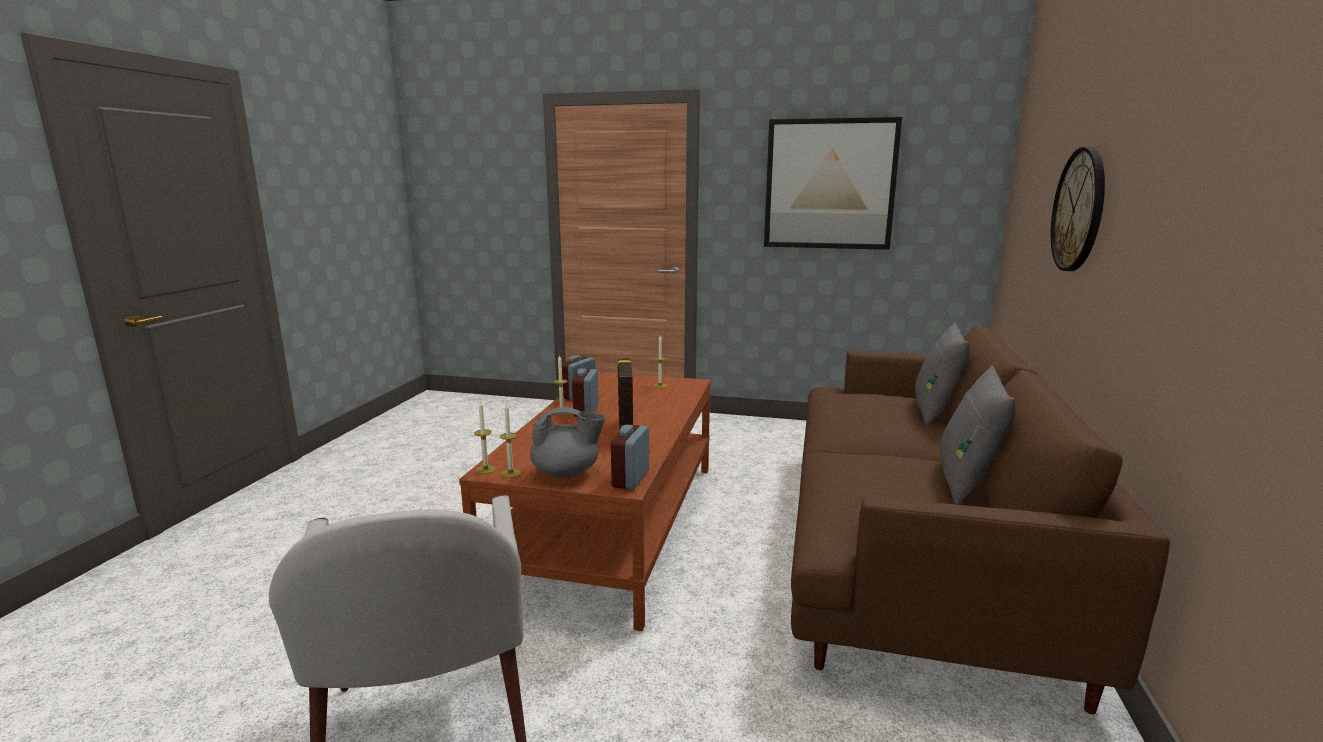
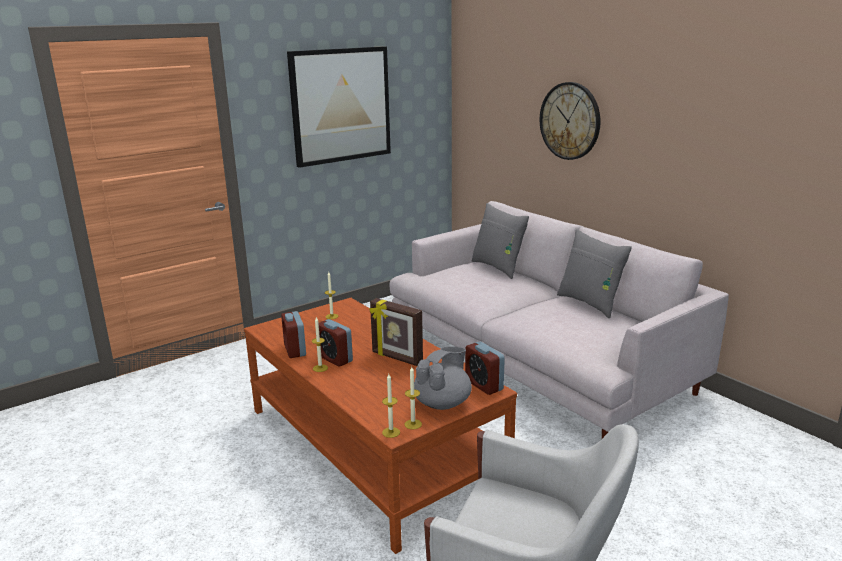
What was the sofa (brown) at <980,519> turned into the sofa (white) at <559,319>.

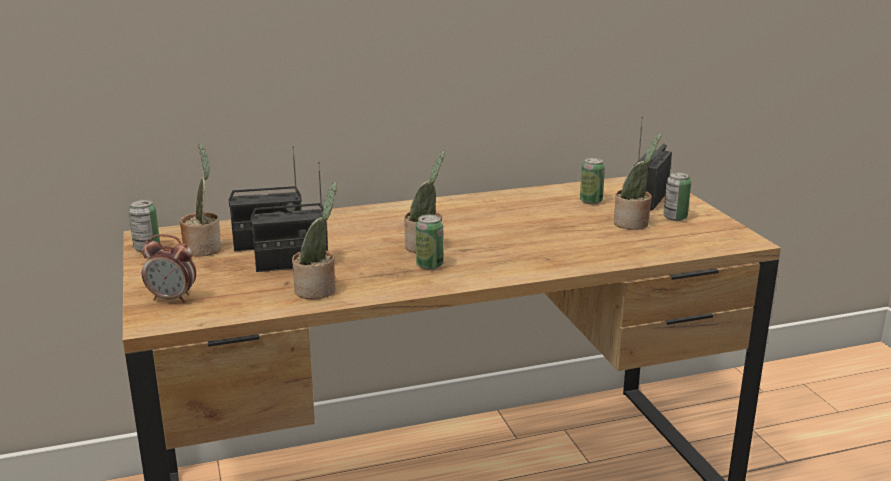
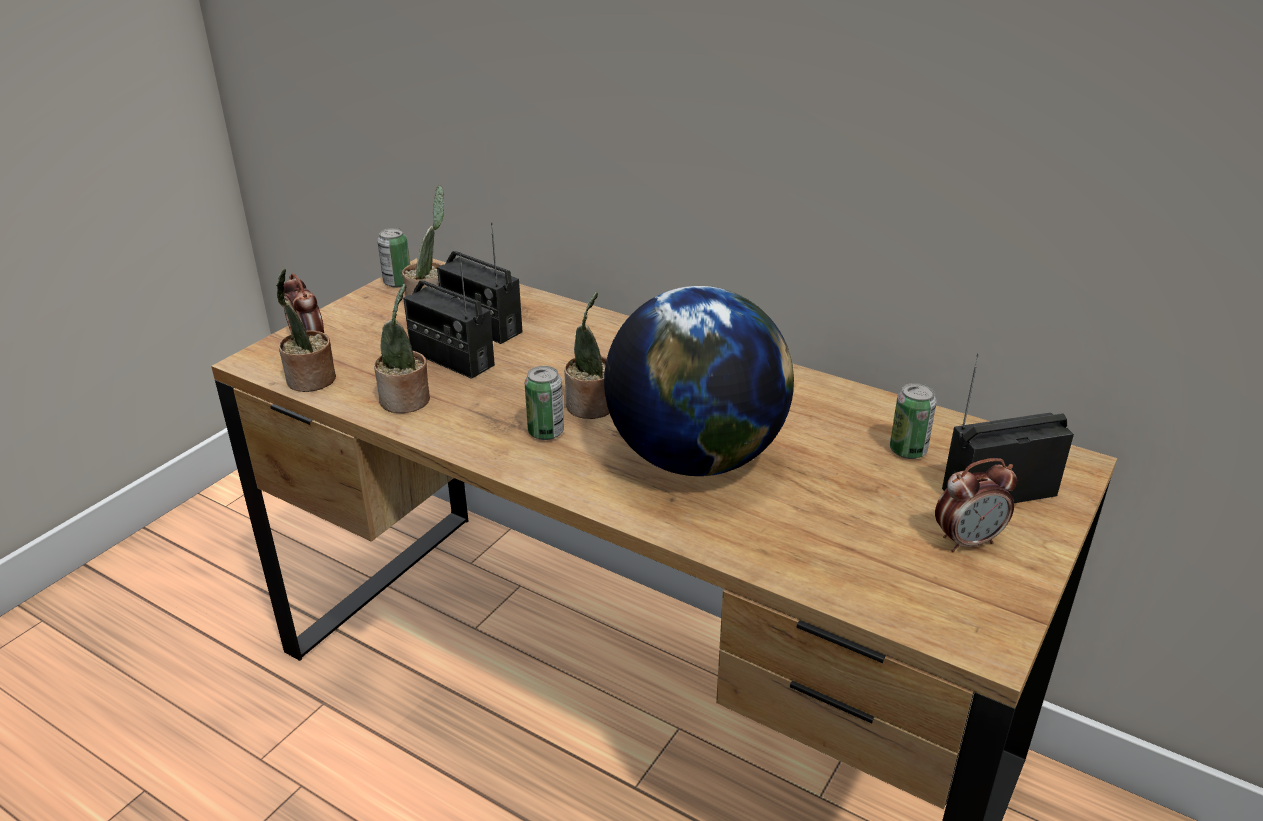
The potted plant ended up elsewhere, having gone from <637,181> to <306,330>. Where the can stood at <677,196>, the alarm clock came to stand at <976,505>. The second view gained the globe at <699,381>.

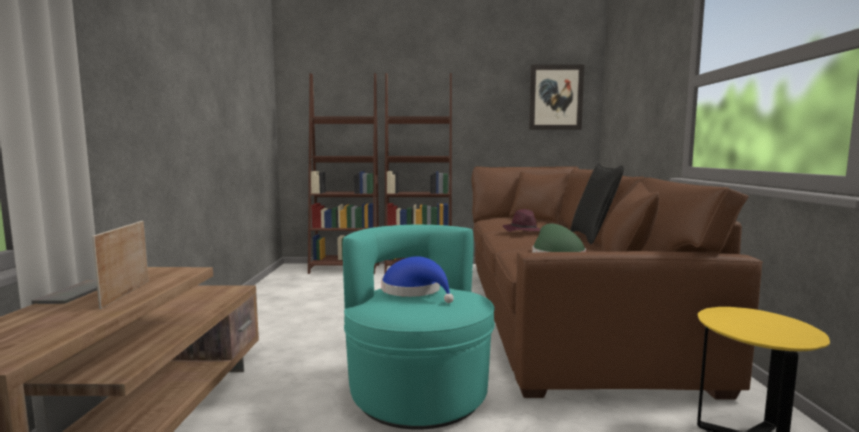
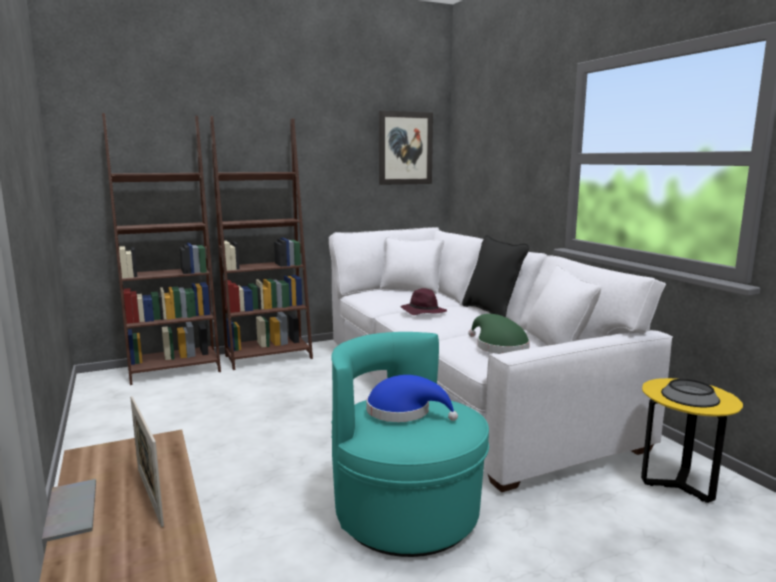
What was the sofa (brown) at <617,283> turned into the sofa (white) at <501,359>. The second view gained the bowl at <690,393>.

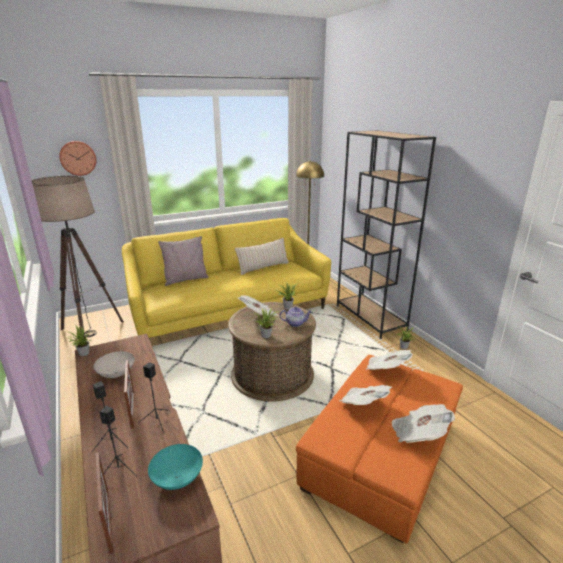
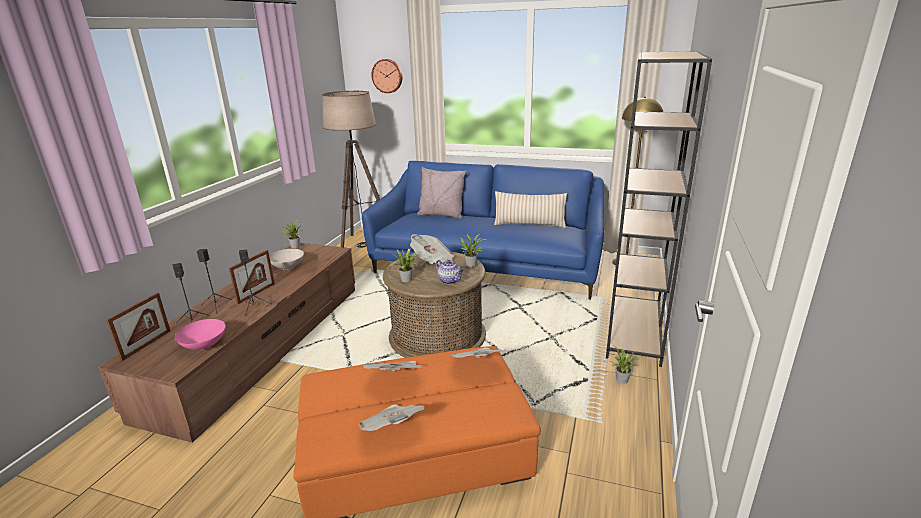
What was the sofa (yellow) at <226,278> turned into the sofa (blue) at <483,230>. What was the bowl (turquoise) at <175,467> turned into the bowl (pink) at <200,334>.

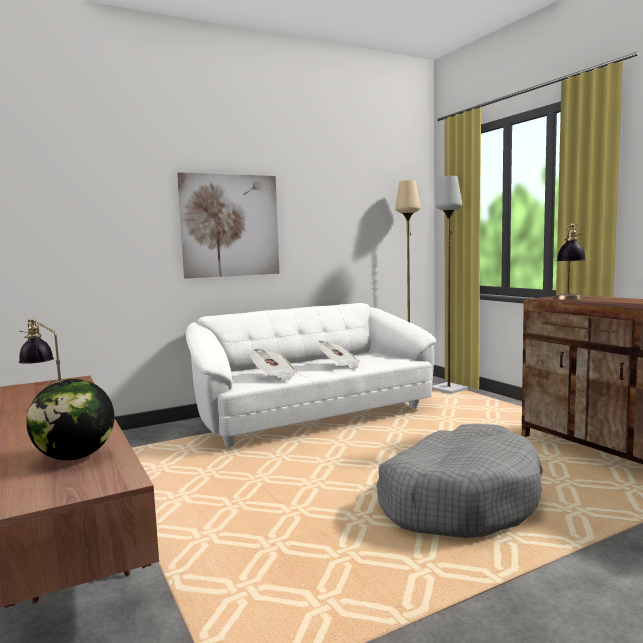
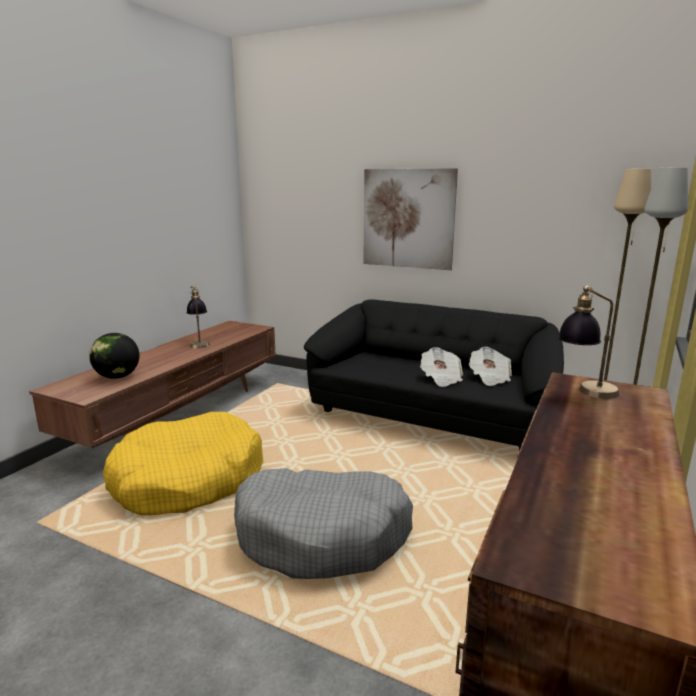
What was the sofa (white) at <311,375> turned into the sofa (black) at <434,374>. The newspaper ended up elsewhere, having gone from <273,364> to <490,366>. The second view gained the dog bed (yellow) at <183,463>.

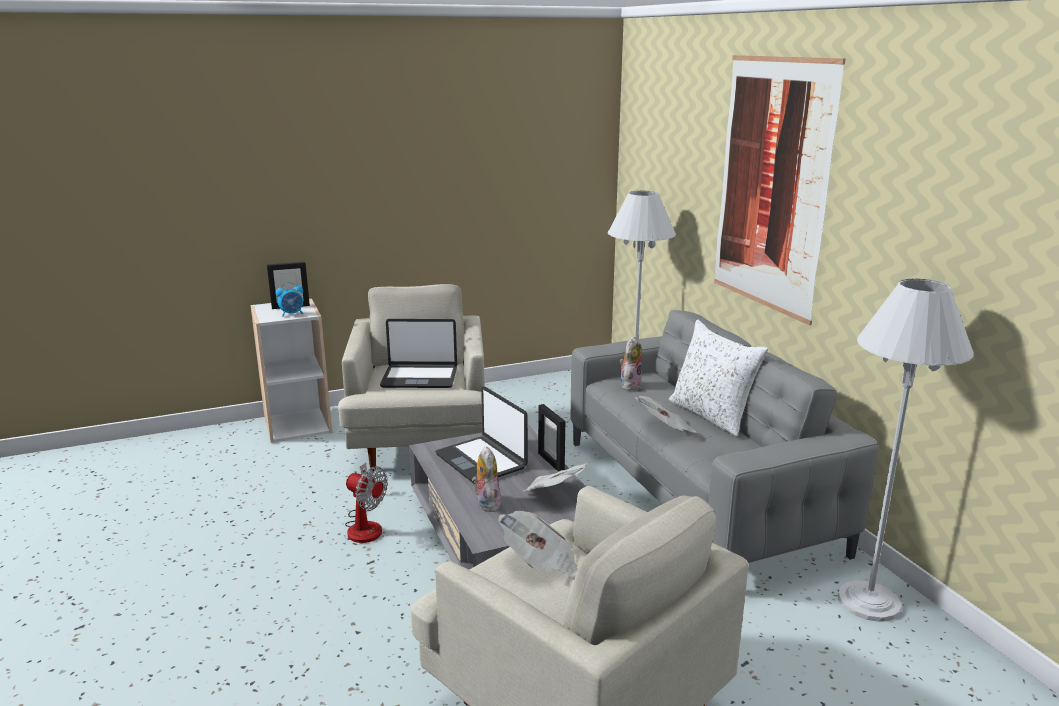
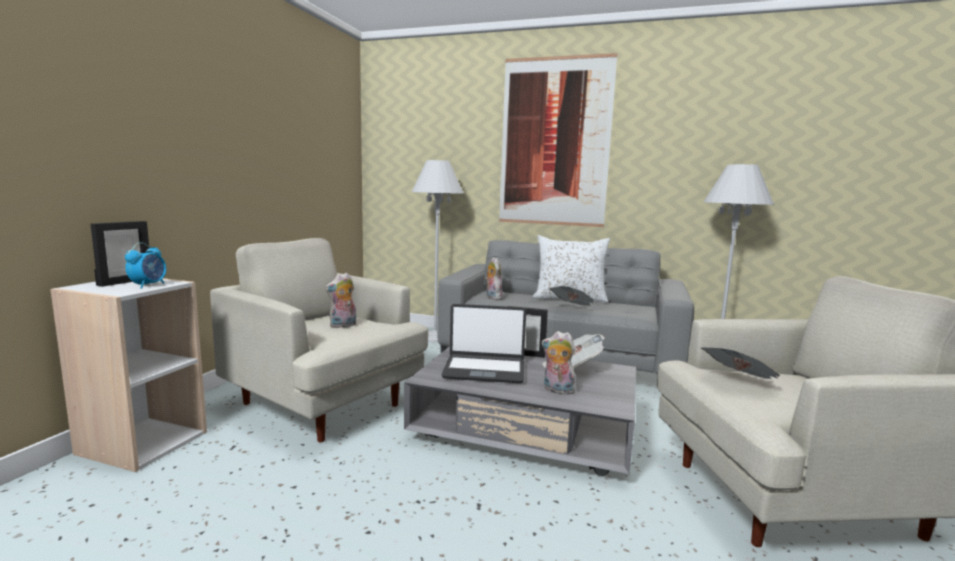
Where the laptop stood at <418,353>, the plush toy came to stand at <340,300>. The second view lost the fan at <366,503>.

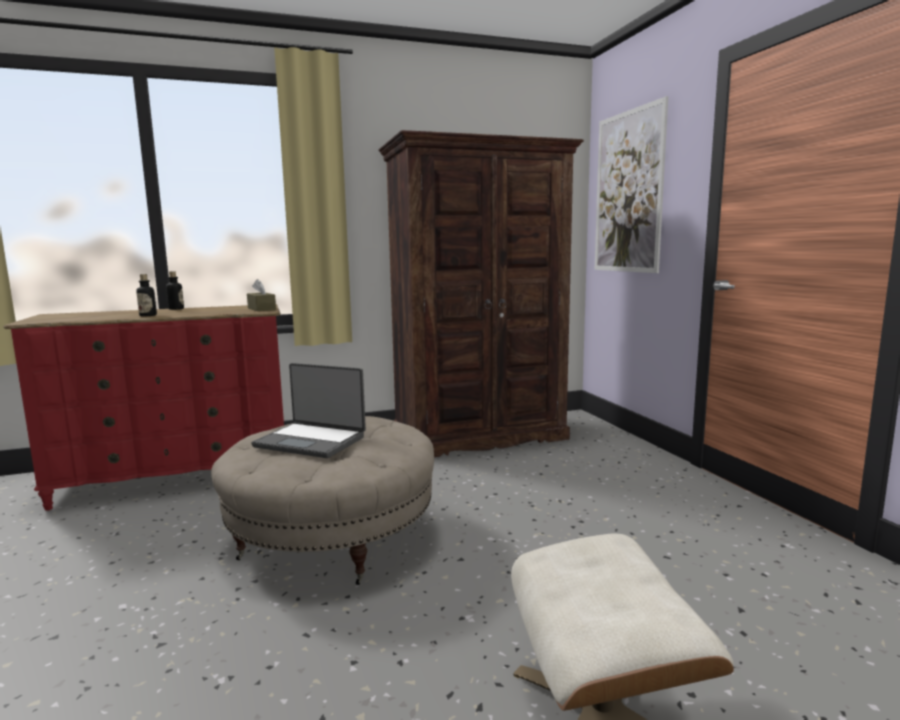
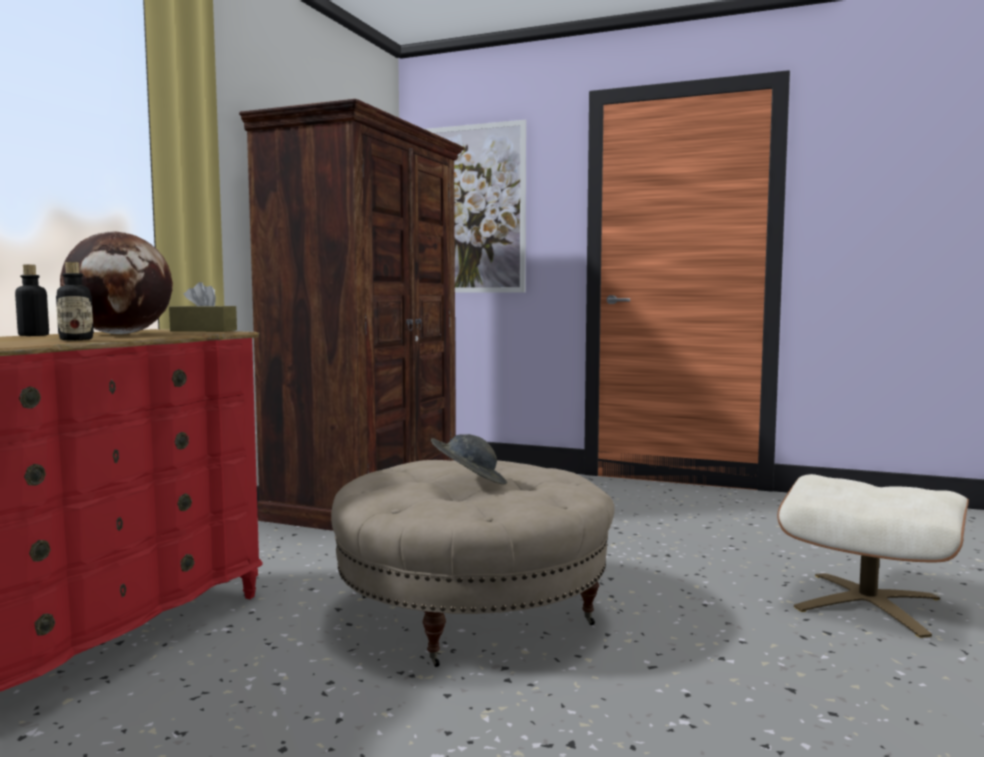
Where the laptop stood at <309,410>, the hat (grey) came to stand at <469,459>. The second view gained the globe at <116,283>.

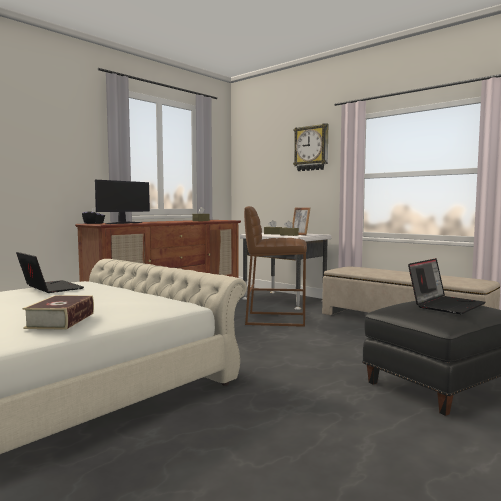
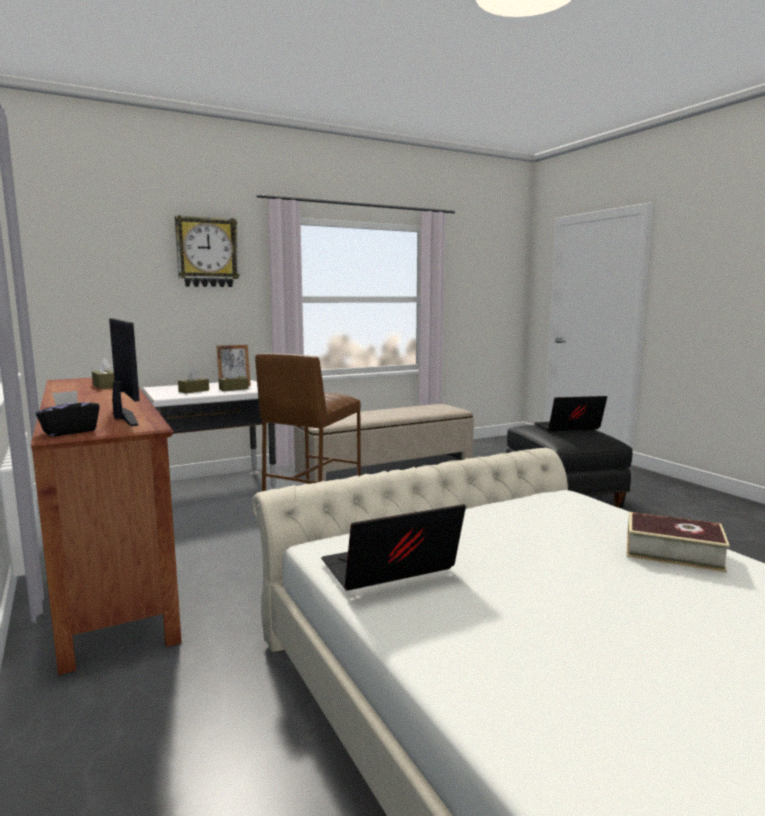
The laptop at <447,286> ended up facing another way, 75 degrees counterclockwise from before.

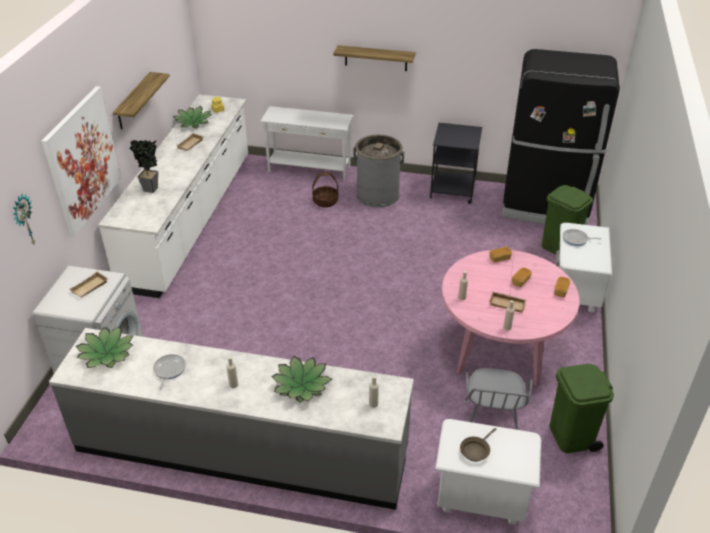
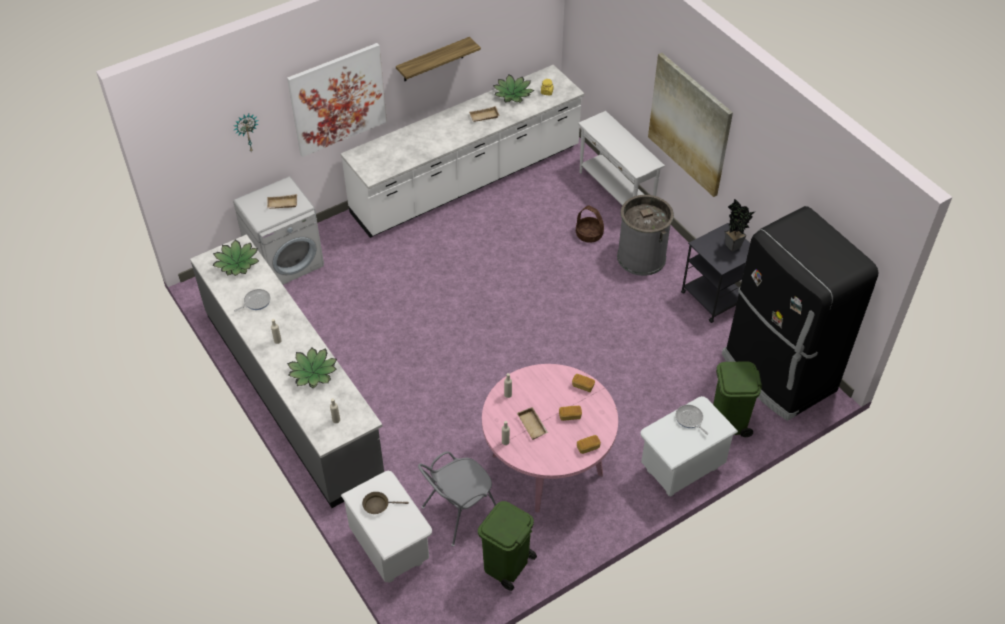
Where the shelf hung at <374,58>, the picture came to hang at <690,125>. The potted plant ended up elsewhere, having gone from <144,166> to <740,225>.

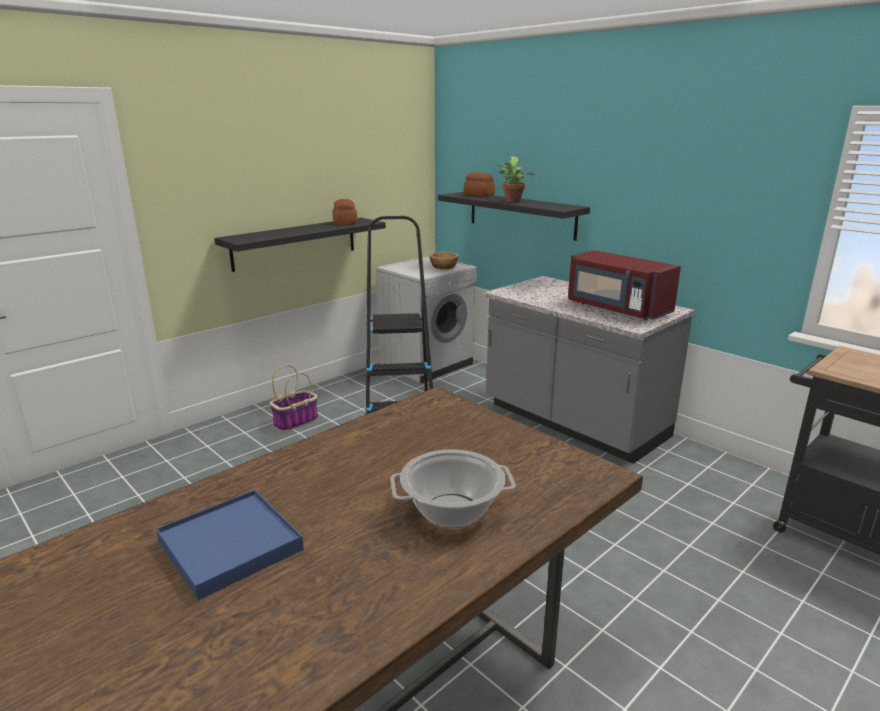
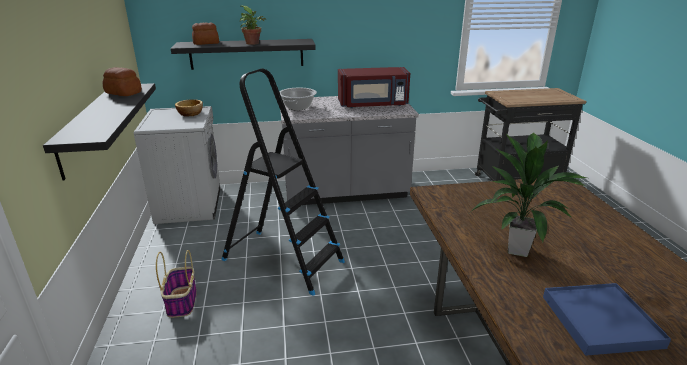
The cooking pot ended up elsewhere, having gone from <453,488> to <298,99>. The second view gained the potted plant at <526,195>.

